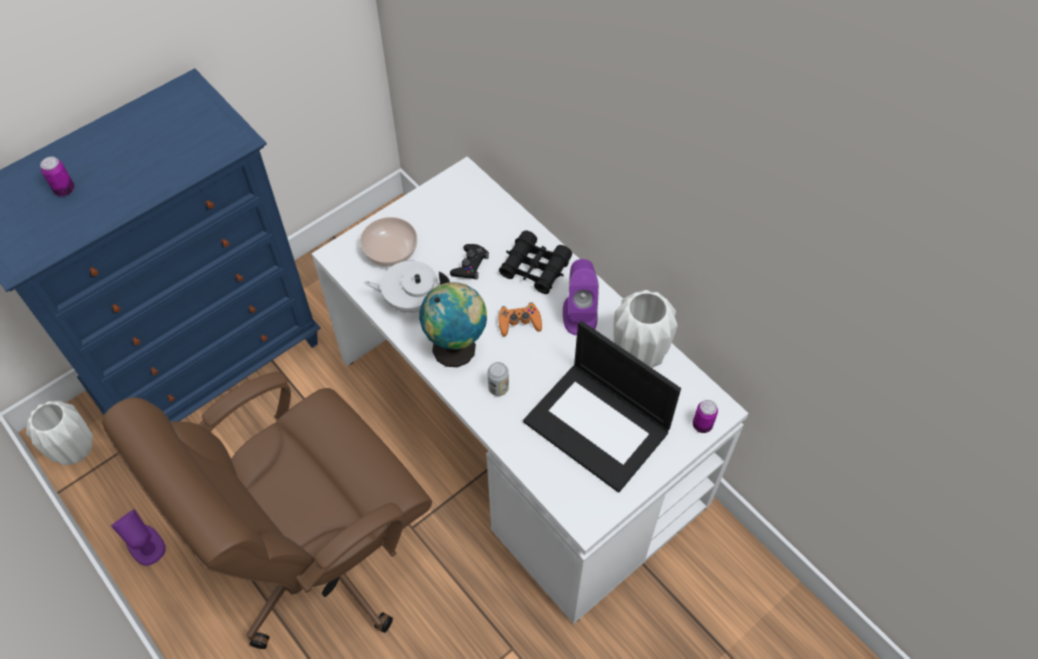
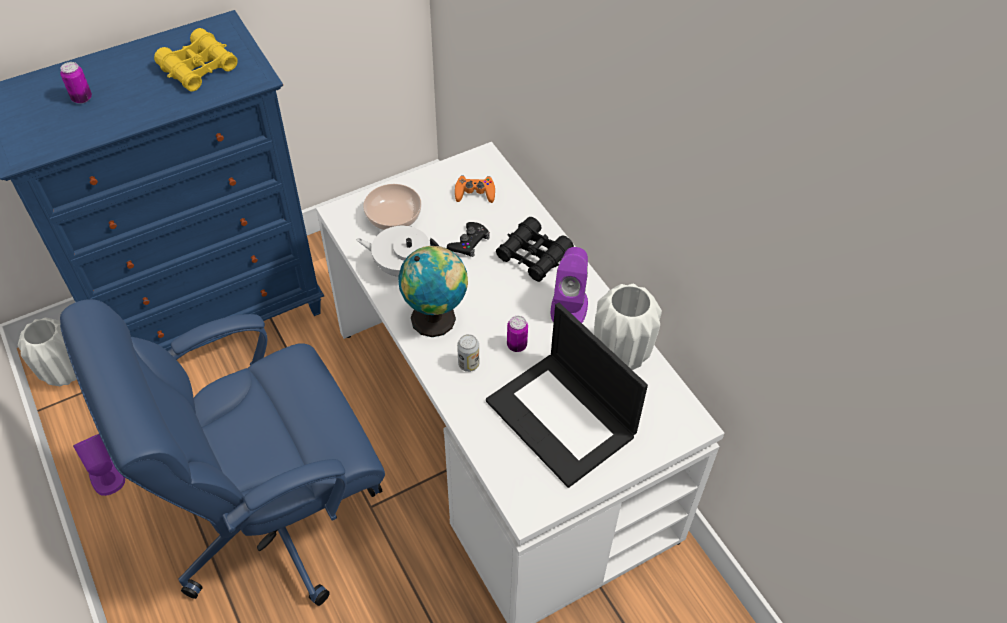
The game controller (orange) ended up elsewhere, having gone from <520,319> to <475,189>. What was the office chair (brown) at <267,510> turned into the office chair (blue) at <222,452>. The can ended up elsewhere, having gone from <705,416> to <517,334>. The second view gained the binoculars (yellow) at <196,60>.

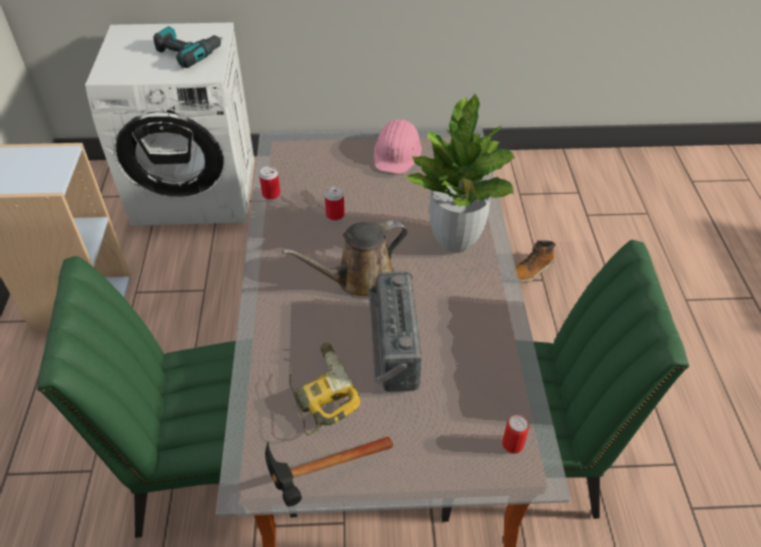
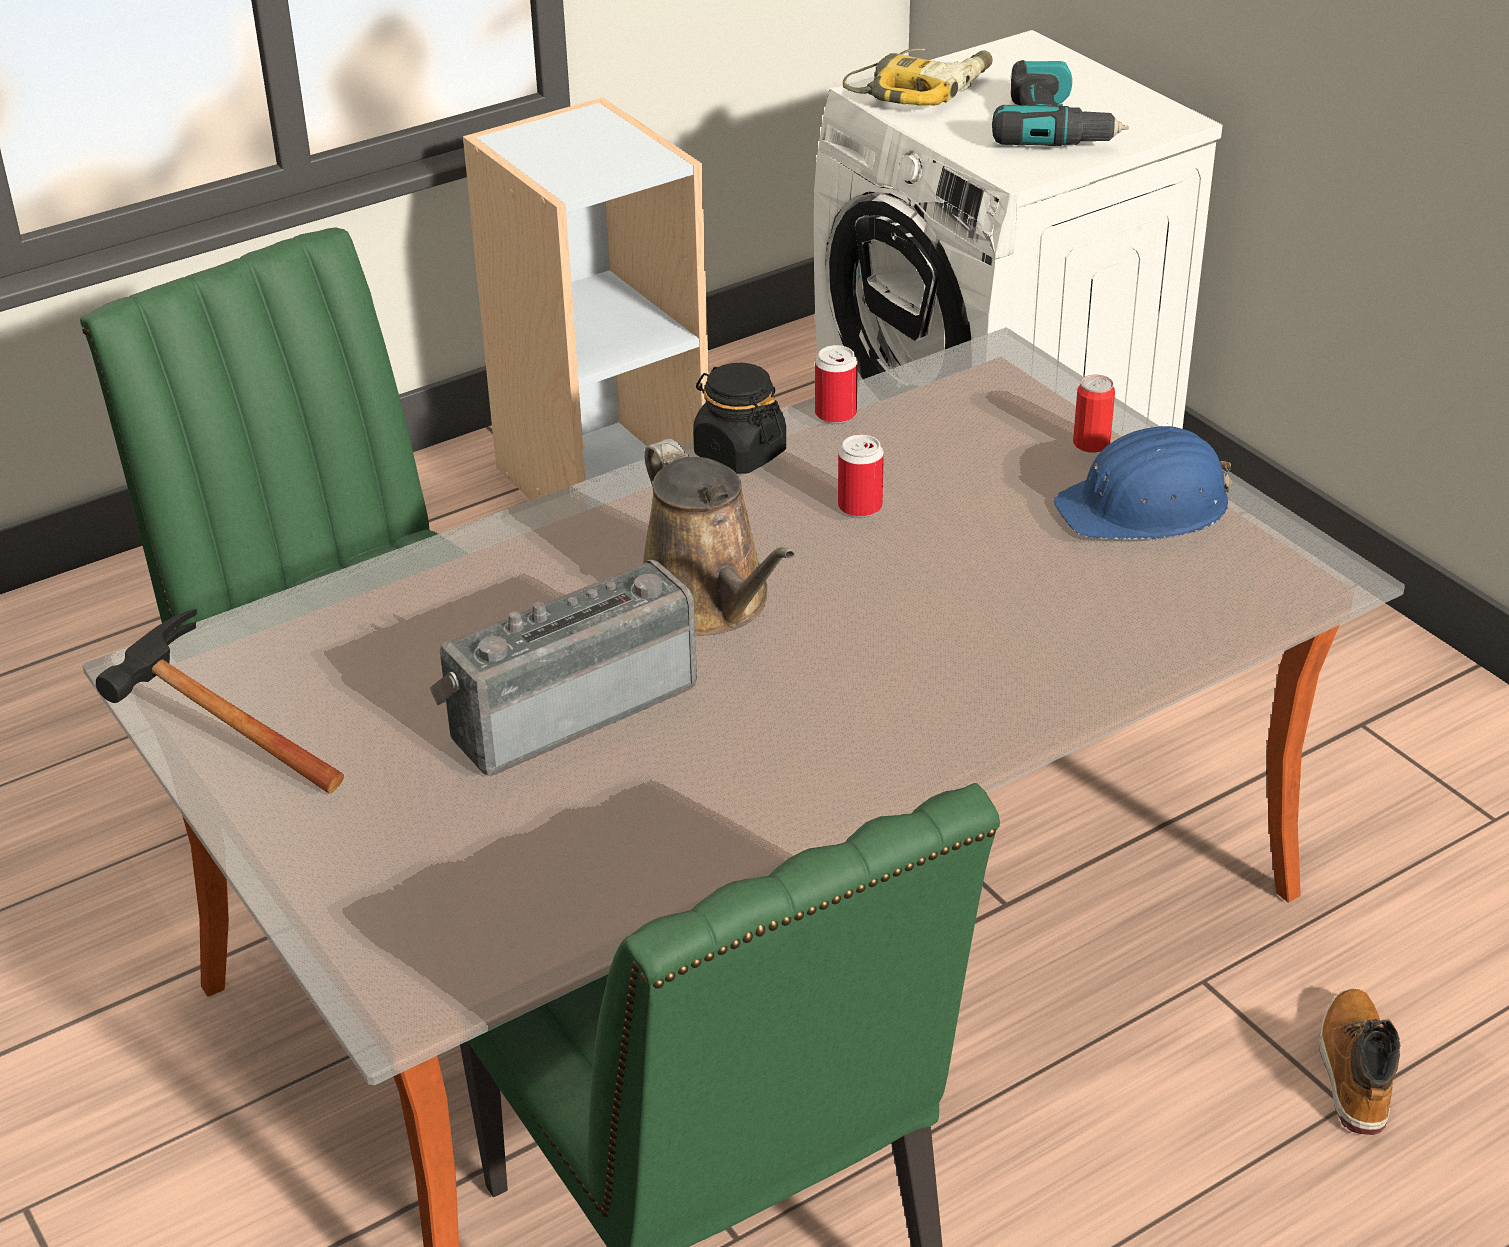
The second view lost the potted plant at <459,172>. What was the hard hat (pink) at <398,146> turned into the hard hat (blue) at <1142,483>. The watering can (brown) at <345,258> ended up facing another way, 150 degrees counterclockwise from before. The boot at <535,261> ended up facing another way, 75 degrees clockwise from before. The power drill ended up elsewhere, having gone from <324,389> to <918,77>. The can ended up elsewhere, having gone from <515,434> to <1094,413>. The second view gained the jar (black) at <739,418>.

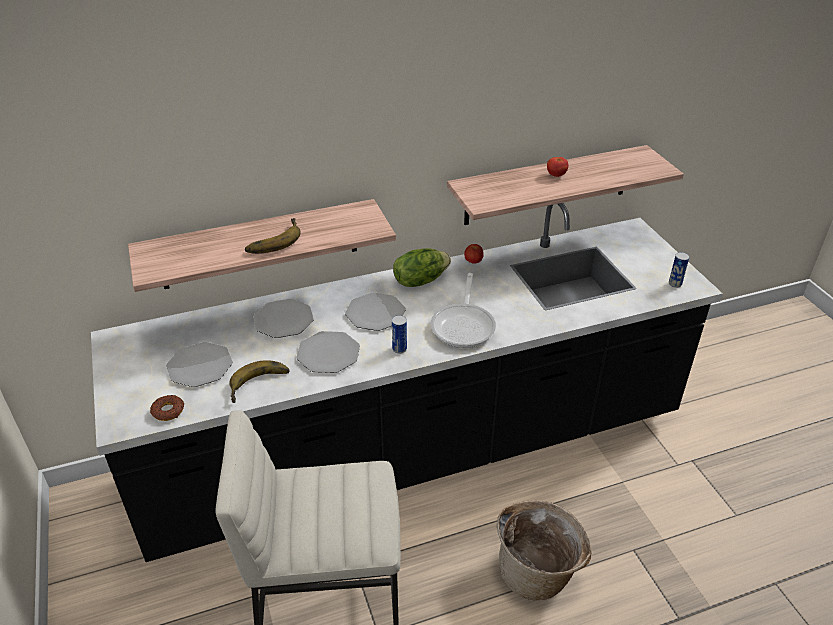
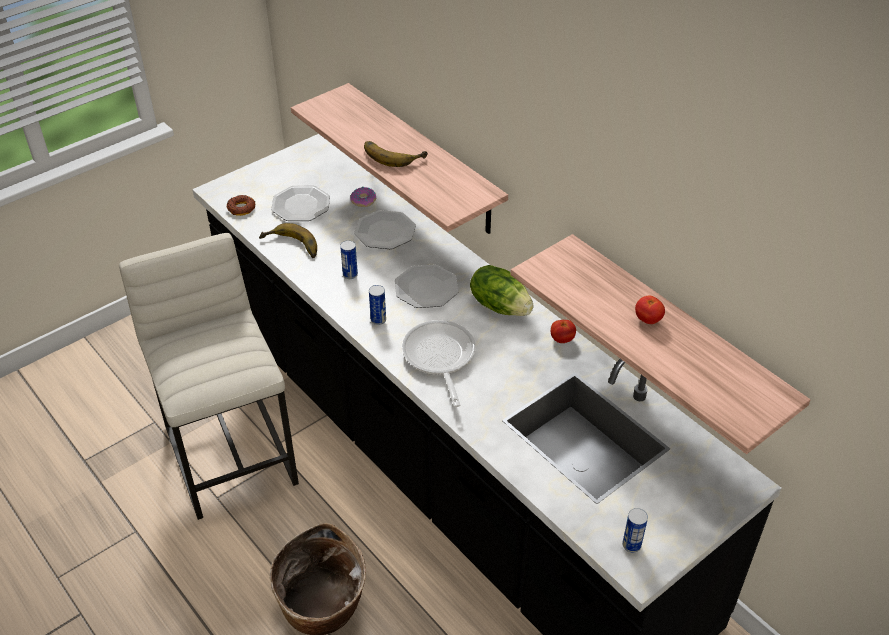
The frying pan at <463,310> ended up facing another way, 90 degrees clockwise from before. Where the plate stood at <328,352>, the can came to stand at <349,259>. The second view gained the donut at <363,197>.

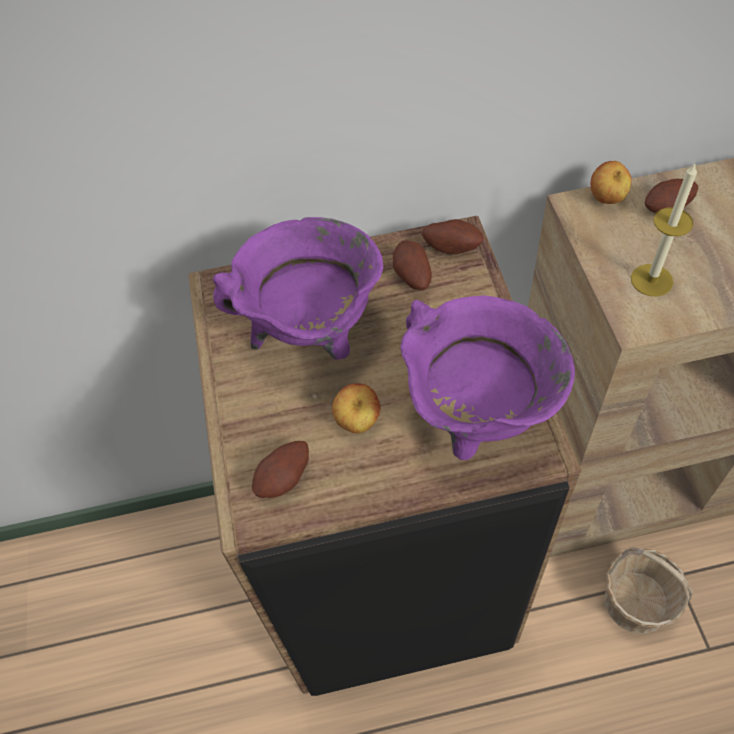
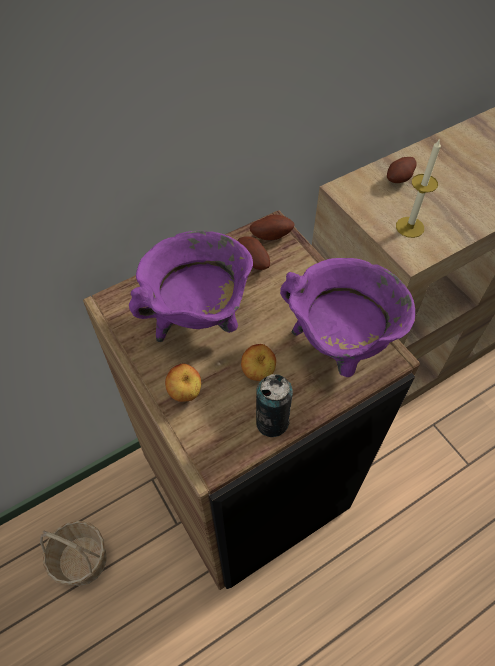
The apple ended up elsewhere, having gone from <611,182> to <183,382>. The second view lost the potato at <280,469>. The basket ended up elsewhere, having gone from <649,590> to <73,553>. The second view gained the can at <274,405>.

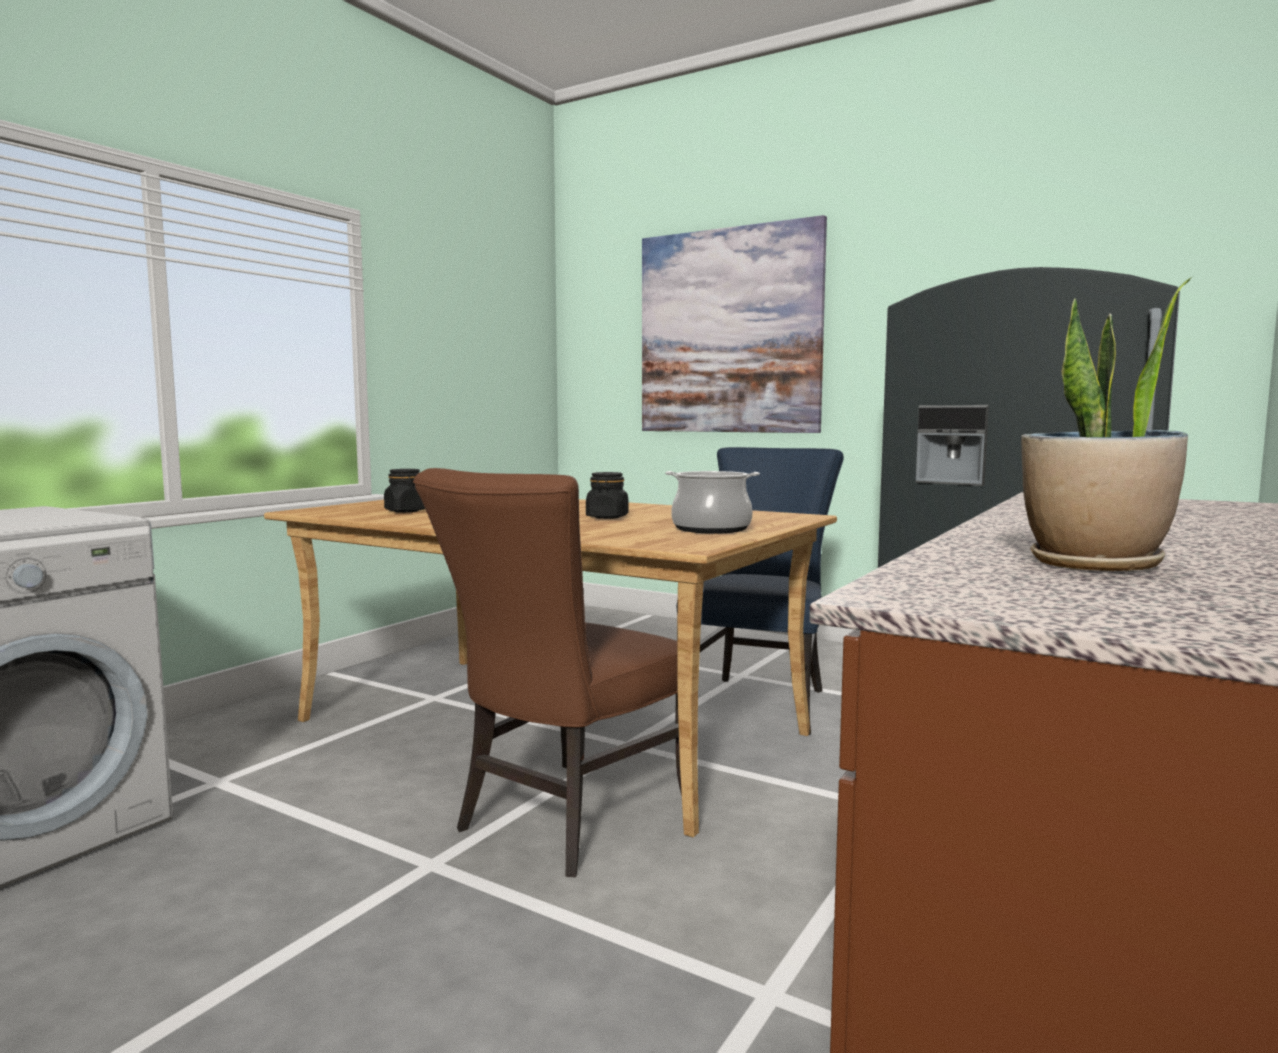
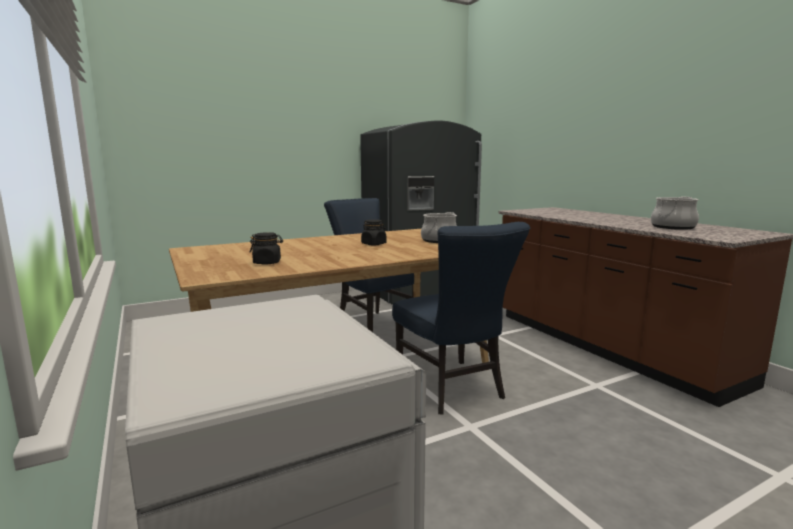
The second view lost the picture at <734,324>. Where the potted plant stood at <1106,424>, the cooking pot came to stand at <675,213>. What was the chair (brown) at <547,672> turned into the chair (blue) at <461,318>.

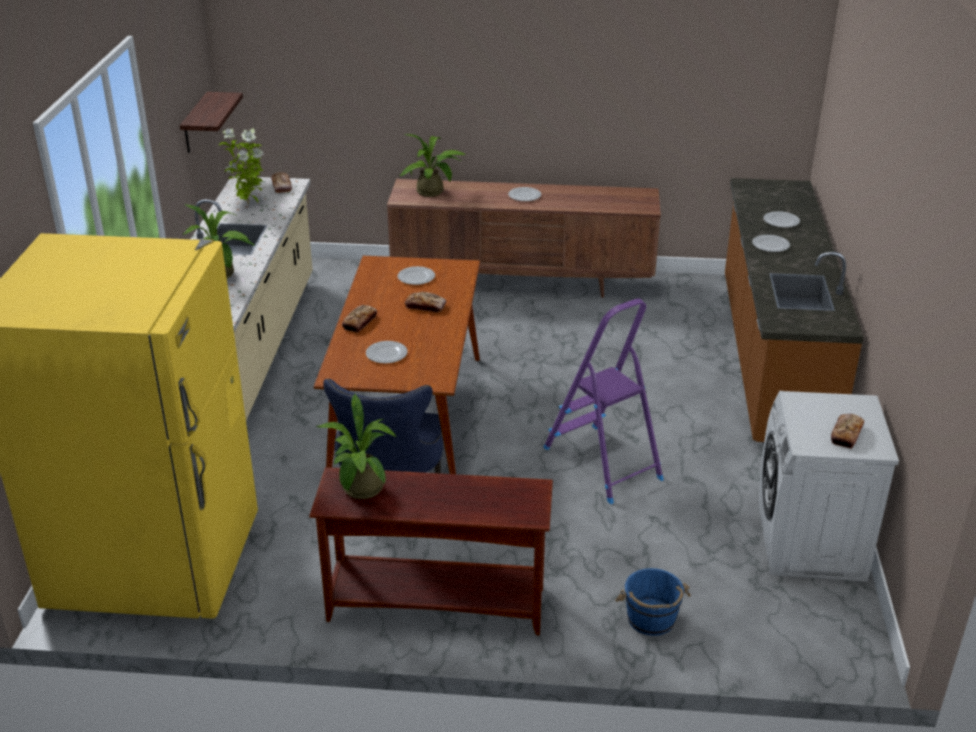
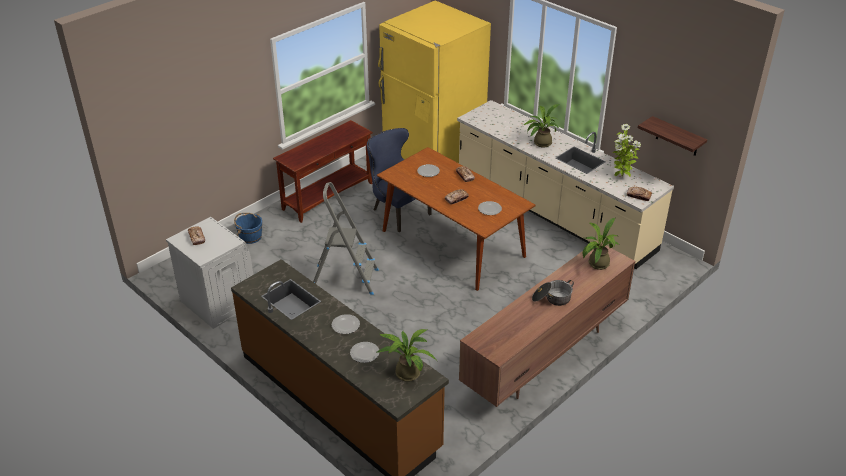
Where the plate stood at <524,194>, the cooking pot came to stand at <553,293>. What was the step ladder (purple) at <604,401> turned into the step ladder (grey) at <346,238>. The potted plant ended up elsewhere, having gone from <357,446> to <406,355>.

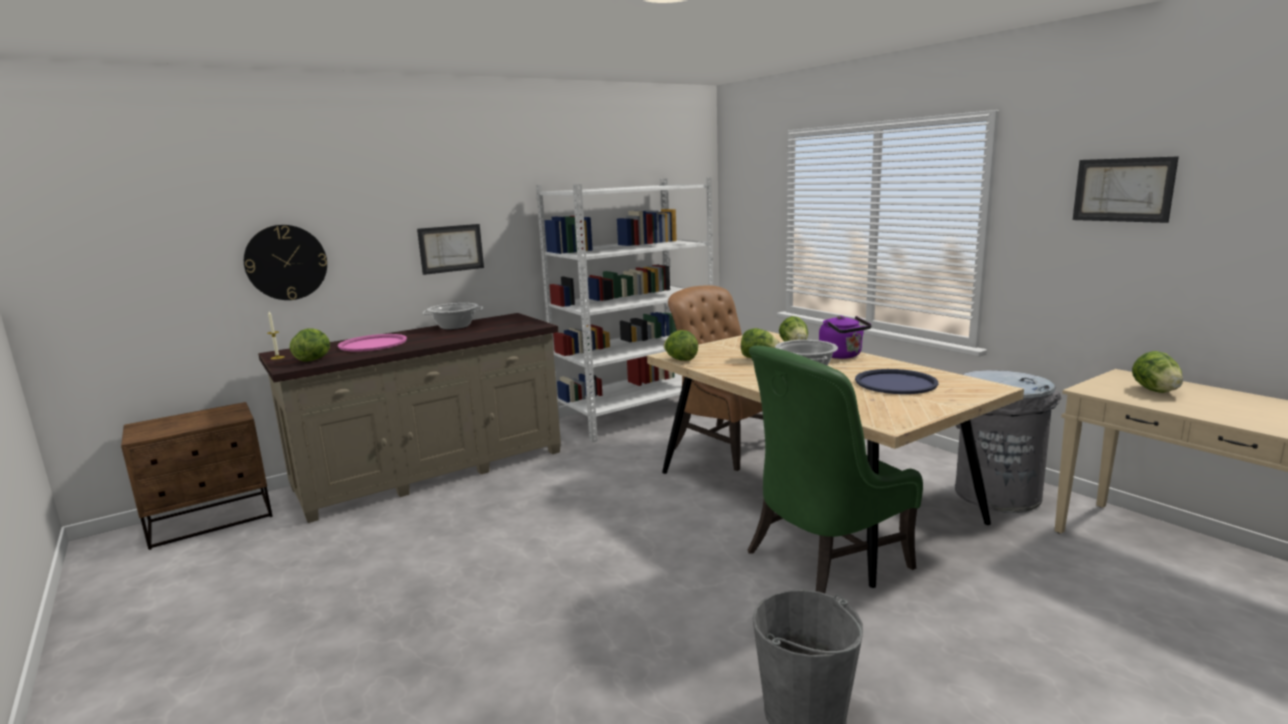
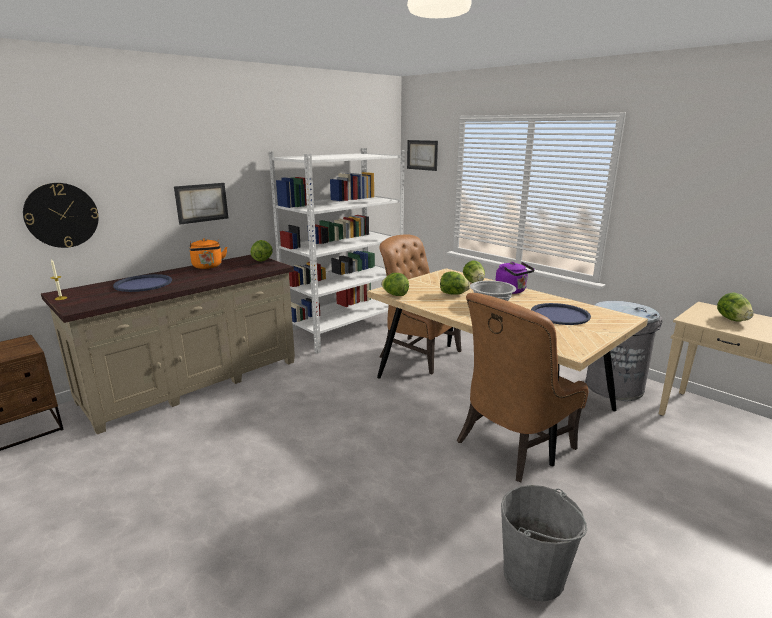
The picture ended up elsewhere, having gone from <1126,189> to <422,155>. Where the cooking pot stood at <452,316>, the kettle (orange) came to stand at <208,253>. The lettuce ended up elsewhere, having gone from <310,345> to <261,251>. What was the tray (pink) at <372,343> turned into the tray (blue) at <142,283>. What was the chair (green) at <835,469> turned into the chair (brown) at <522,387>.

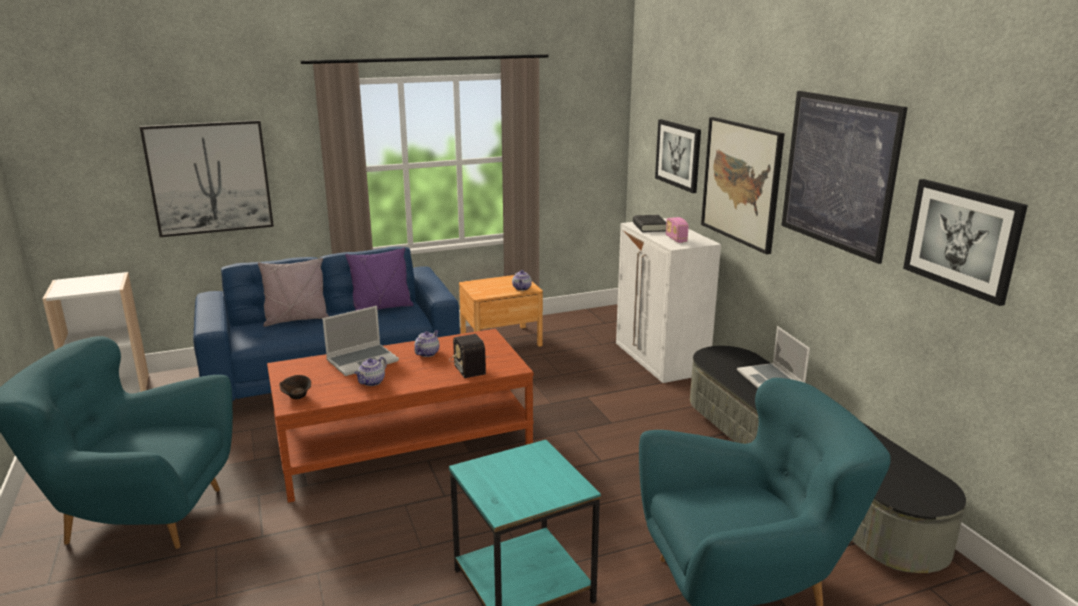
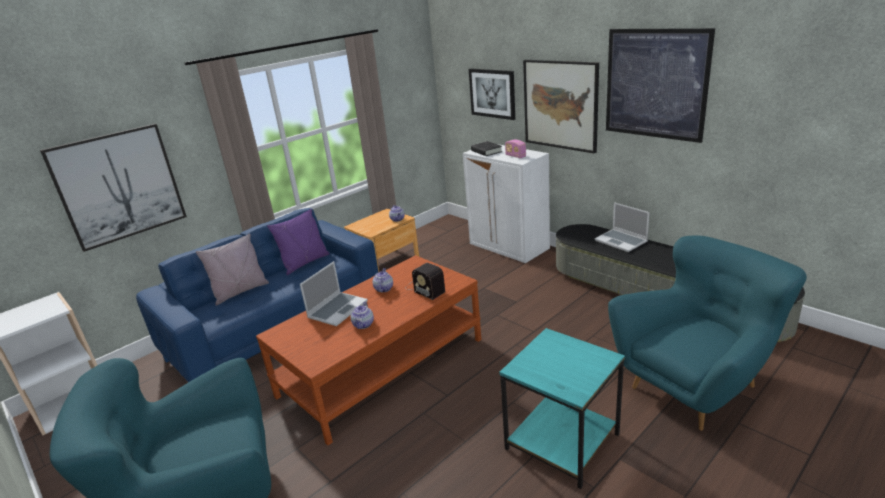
The second view lost the picture at <965,242>. The second view lost the bowl (brown) at <295,387>.

